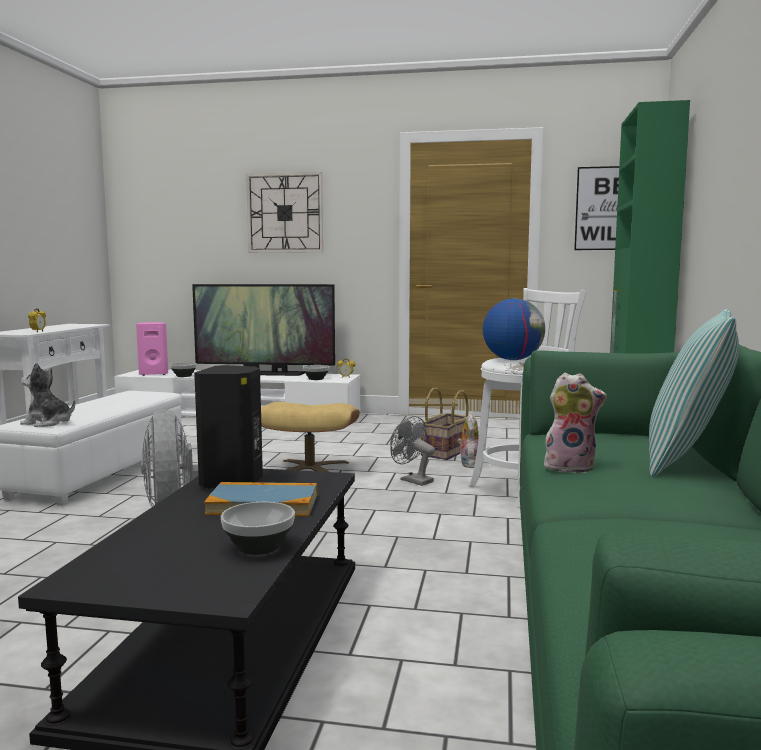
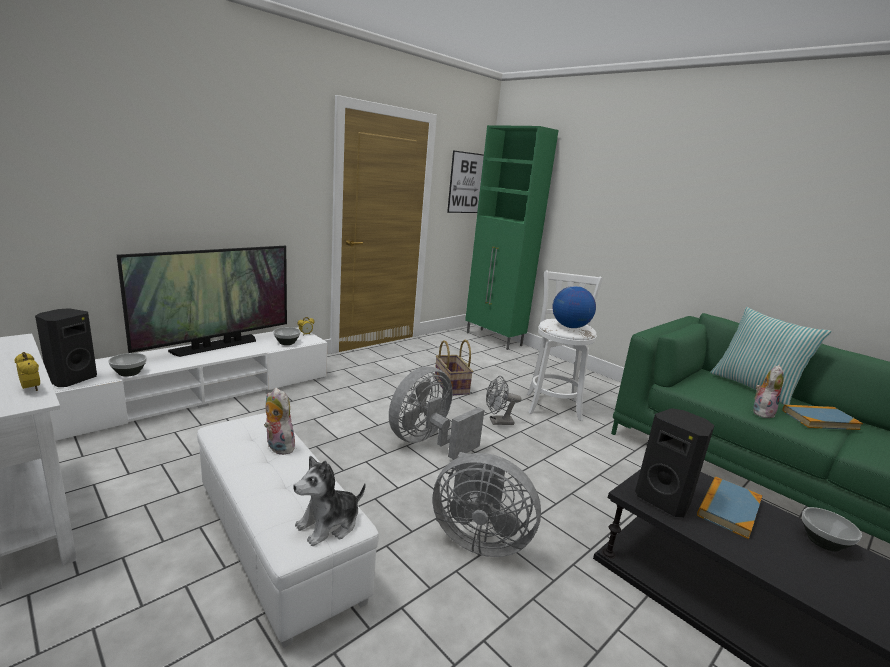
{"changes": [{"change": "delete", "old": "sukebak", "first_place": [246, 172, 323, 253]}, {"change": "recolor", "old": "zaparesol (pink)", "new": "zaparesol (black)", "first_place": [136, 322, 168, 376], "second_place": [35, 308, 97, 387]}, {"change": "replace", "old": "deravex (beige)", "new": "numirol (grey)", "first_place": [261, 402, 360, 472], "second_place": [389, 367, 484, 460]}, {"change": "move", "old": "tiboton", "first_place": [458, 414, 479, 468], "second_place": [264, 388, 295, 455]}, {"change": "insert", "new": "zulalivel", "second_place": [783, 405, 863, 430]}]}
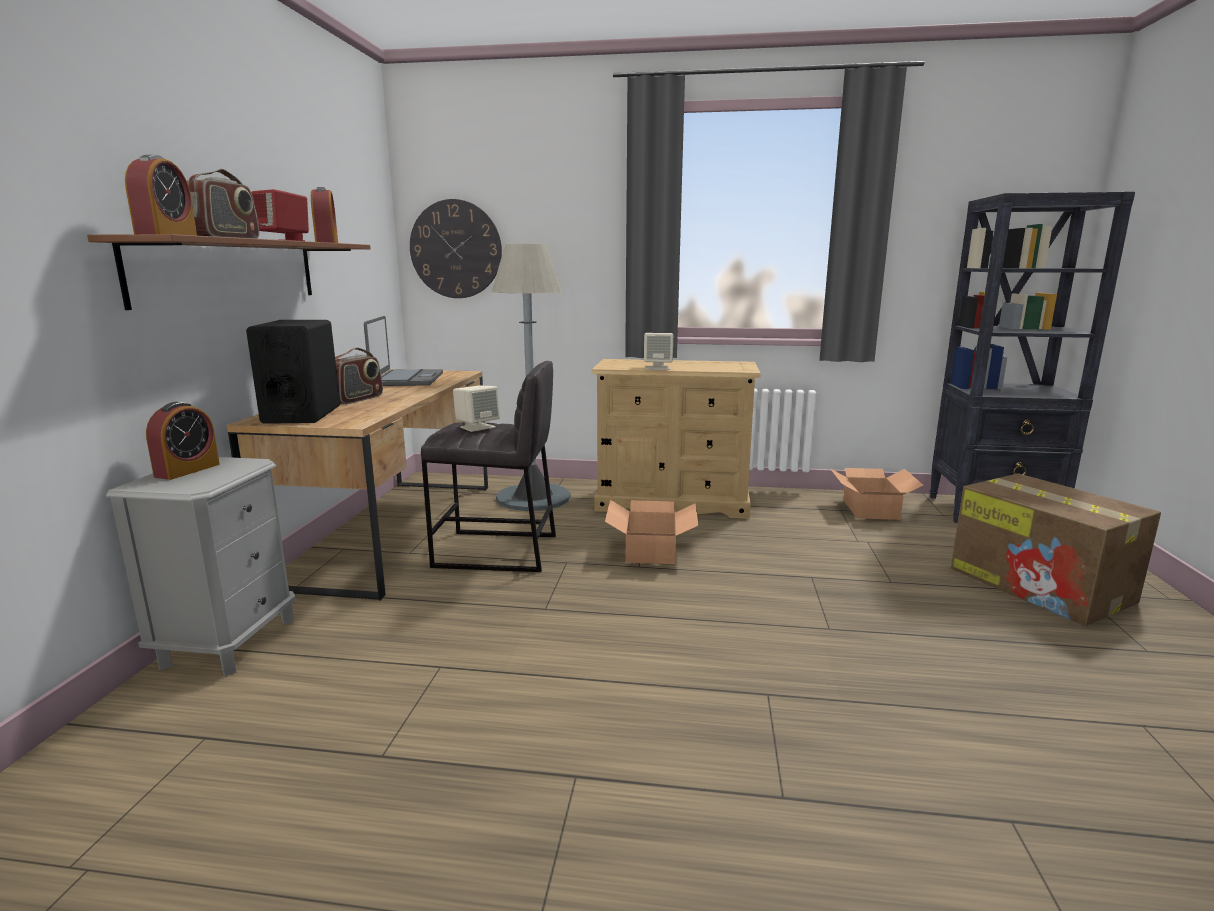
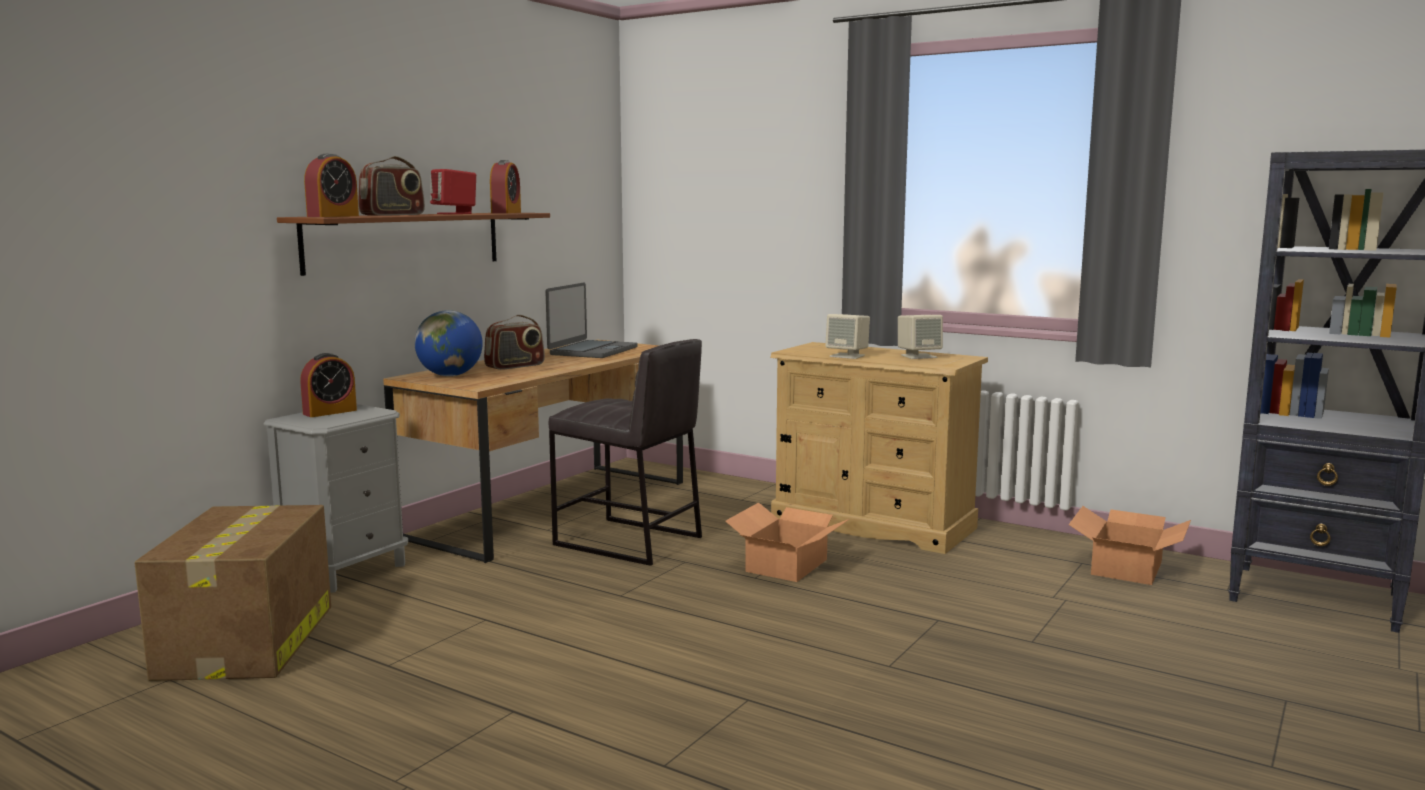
{"changes": [{"change": "delete", "old": "sukebak", "first_place": [410, 199, 502, 298]}, {"change": "delete", "old": "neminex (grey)", "first_place": [492, 244, 571, 511]}, {"change": "replace", "old": "zaparesol (black)", "new": "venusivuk", "first_place": [246, 320, 340, 424], "second_place": [414, 310, 483, 376]}, {"change": "move", "old": "zaparesol (beige)", "first_place": [453, 385, 500, 432], "second_place": [898, 315, 943, 359]}, {"change": "move", "old": "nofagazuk", "first_place": [951, 473, 1161, 626], "second_place": [135, 505, 331, 681]}]}
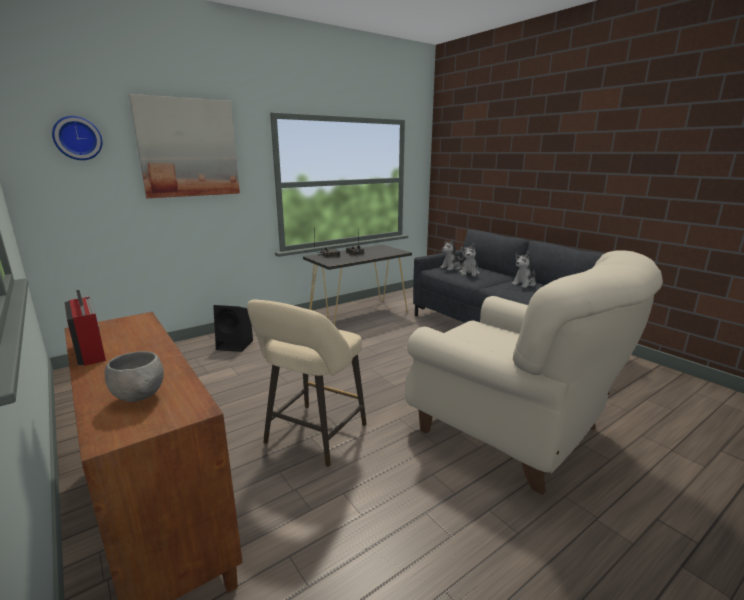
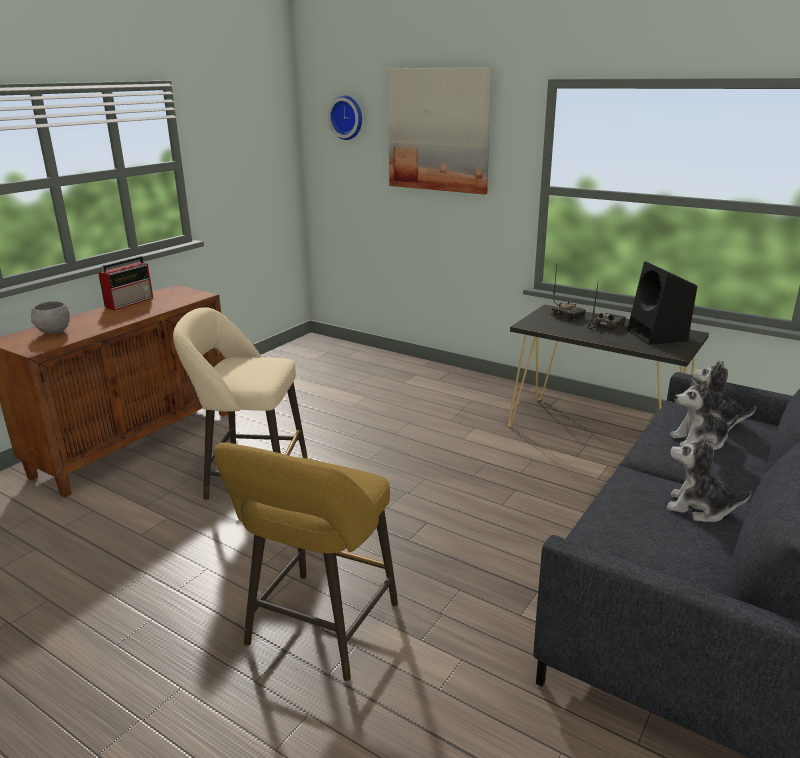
{"changes": [{"change": "replace", "old": "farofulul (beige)", "new": "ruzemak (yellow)", "first_place": [405, 250, 663, 495], "second_place": [214, 442, 398, 681]}, {"change": "move", "old": "zaparesol (black)", "first_place": [213, 305, 253, 352], "second_place": [627, 261, 697, 345]}]}
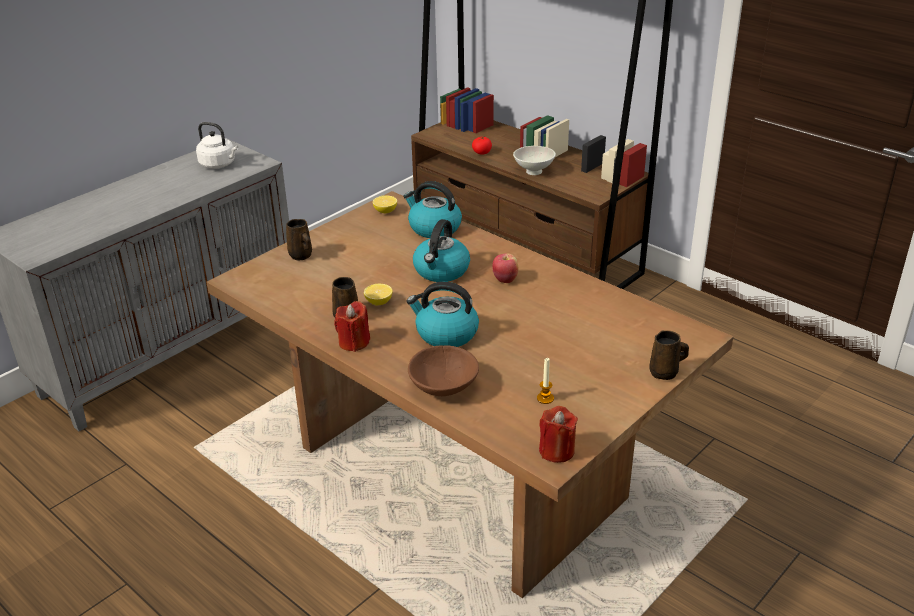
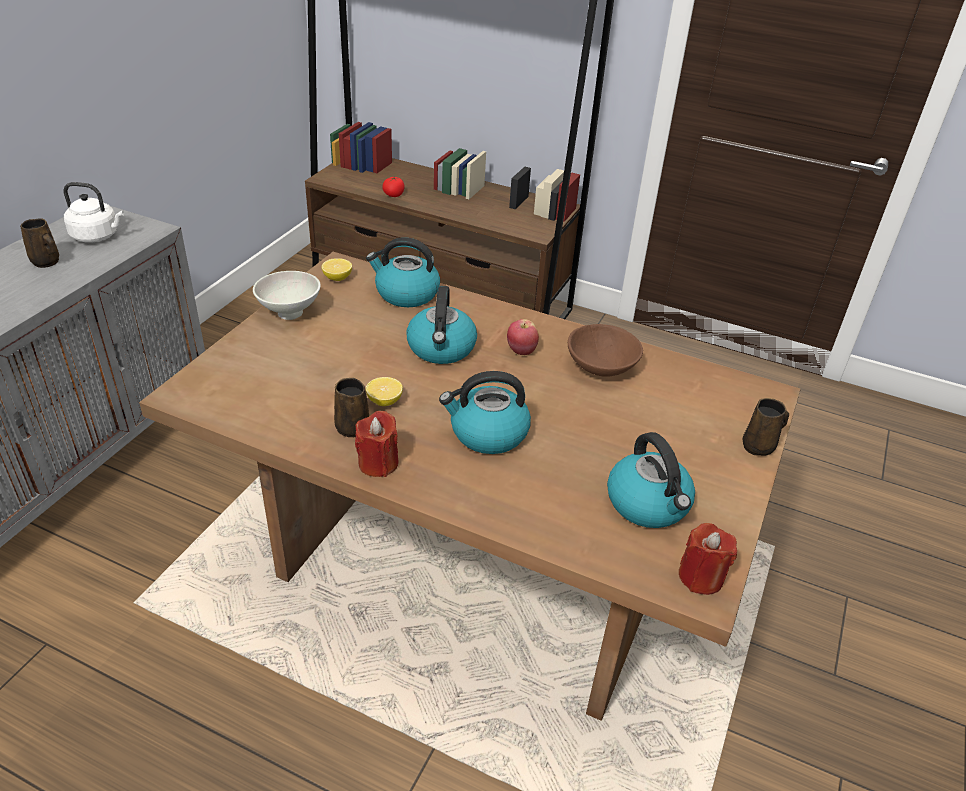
{"changes": [{"change": "move", "old": "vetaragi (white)", "first_place": [513, 146, 556, 175], "second_place": [253, 271, 321, 320]}, {"change": "move", "old": "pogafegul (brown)", "first_place": [286, 219, 312, 260], "second_place": [20, 219, 59, 268]}, {"change": "move", "old": "vetaragi (brown)", "first_place": [408, 345, 479, 396], "second_place": [568, 324, 643, 377]}, {"change": "replace", "old": "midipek", "new": "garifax", "first_place": [537, 358, 554, 404], "second_place": [607, 432, 695, 528]}]}
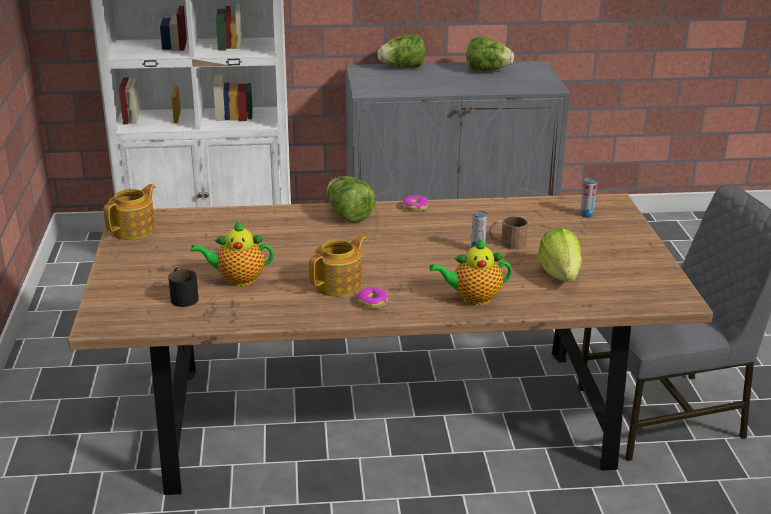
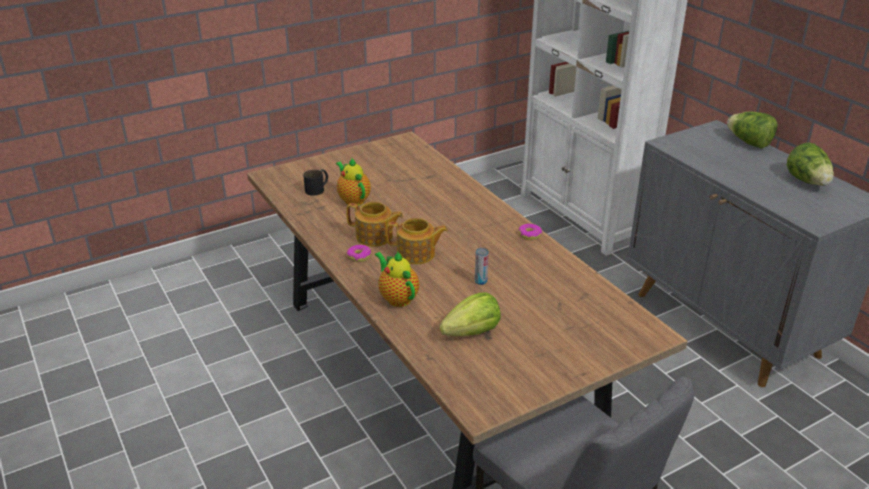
{"changes": [{"change": "delete", "old": "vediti", "first_place": [327, 176, 376, 223]}, {"change": "delete", "old": "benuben", "first_place": [580, 178, 597, 218]}, {"change": "move", "old": "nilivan", "first_place": [104, 184, 156, 240], "second_place": [387, 218, 448, 265]}, {"change": "delete", "old": "pogafegul (brown)", "first_place": [489, 216, 528, 250]}]}
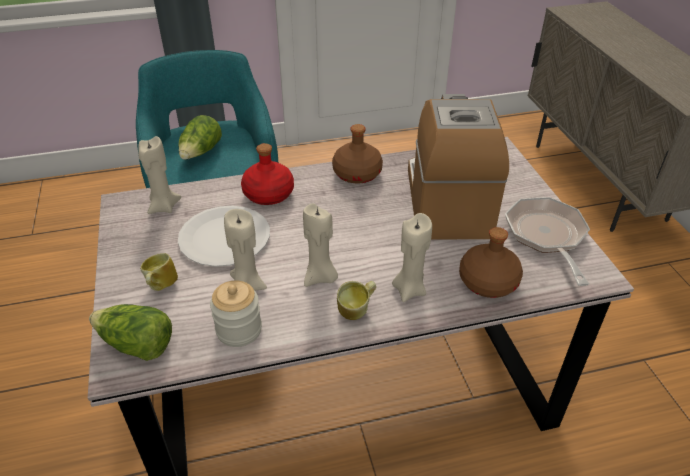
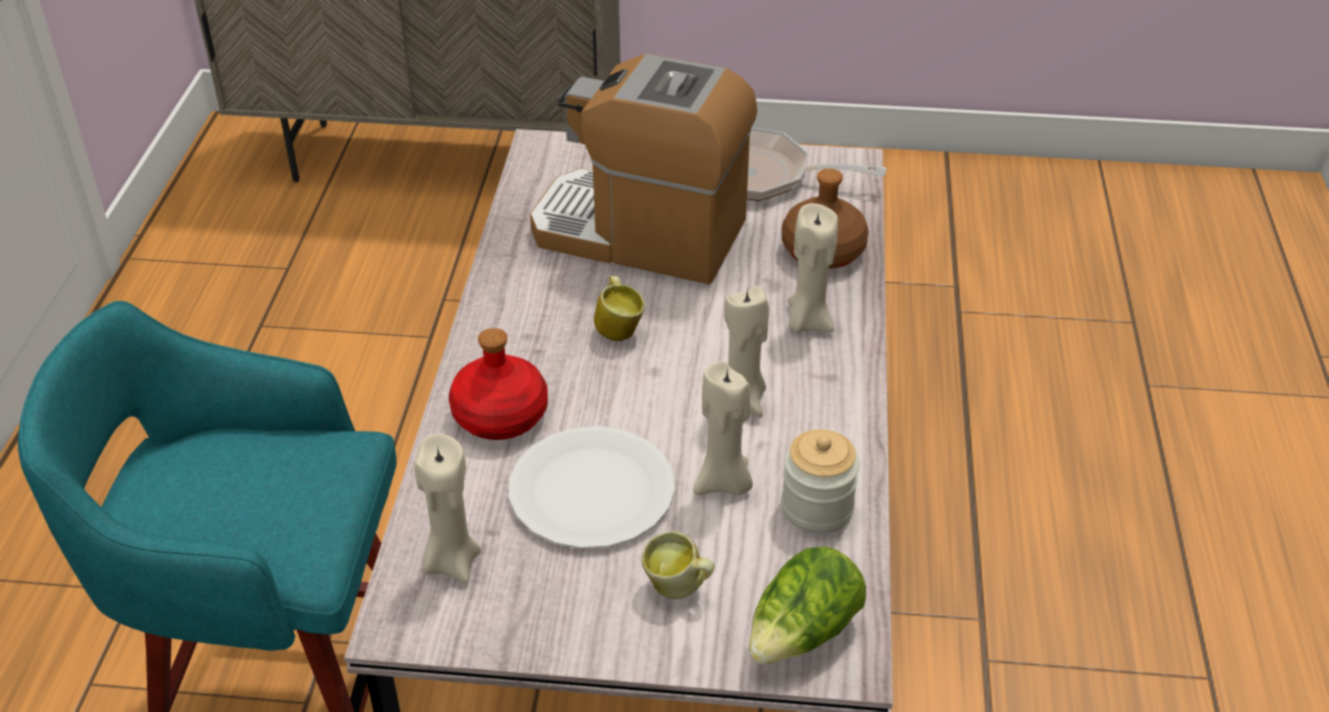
{"changes": [{"change": "delete", "old": "vediti", "first_place": [178, 115, 222, 159]}, {"change": "delete", "old": "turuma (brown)", "first_place": [332, 124, 383, 184]}, {"change": "move", "old": "pogafegul", "first_place": [337, 281, 376, 320], "second_place": [594, 276, 645, 341]}]}
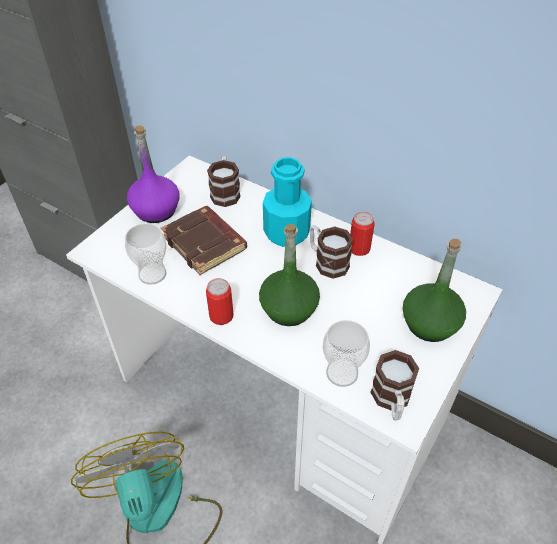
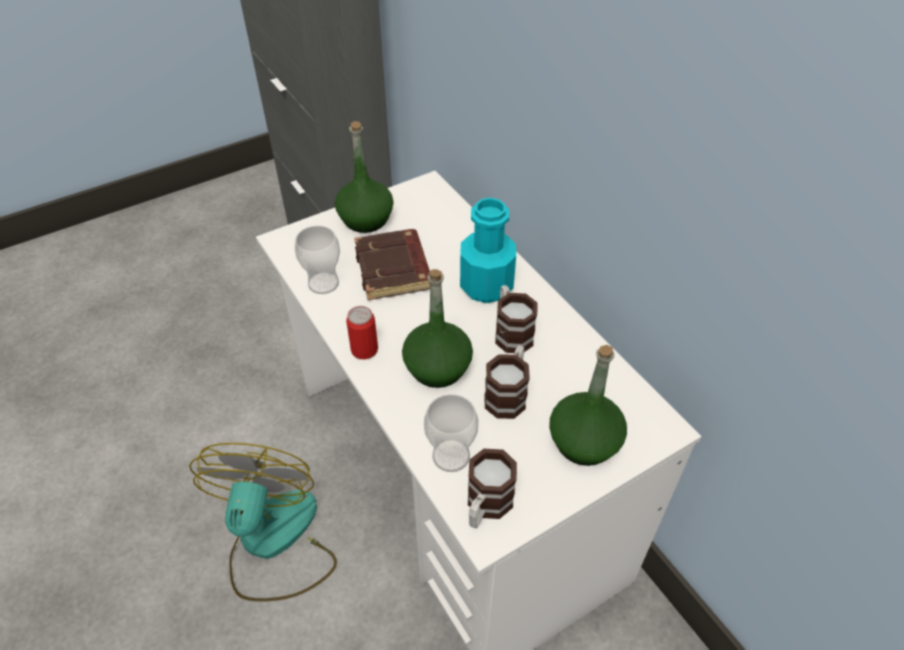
{"changes": [{"change": "recolor", "old": "turuma (purple)", "new": "turuma (green)", "first_place": [127, 125, 179, 223], "second_place": [335, 121, 393, 233]}, {"change": "move", "old": "pogafegul", "first_place": [207, 156, 241, 207], "second_place": [484, 346, 530, 419]}, {"change": "delete", "old": "benuben", "first_place": [350, 212, 374, 256]}]}
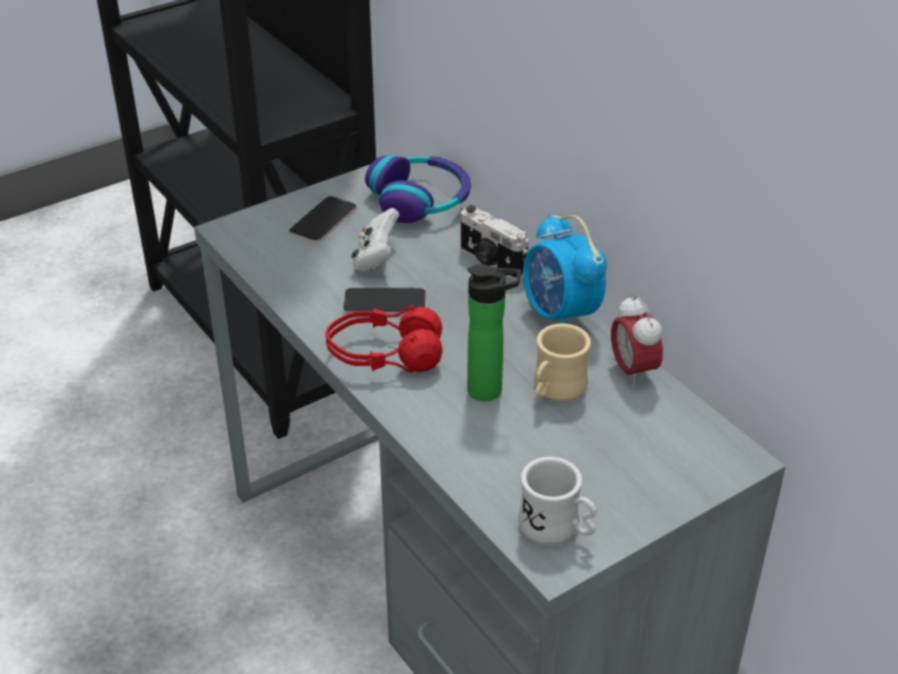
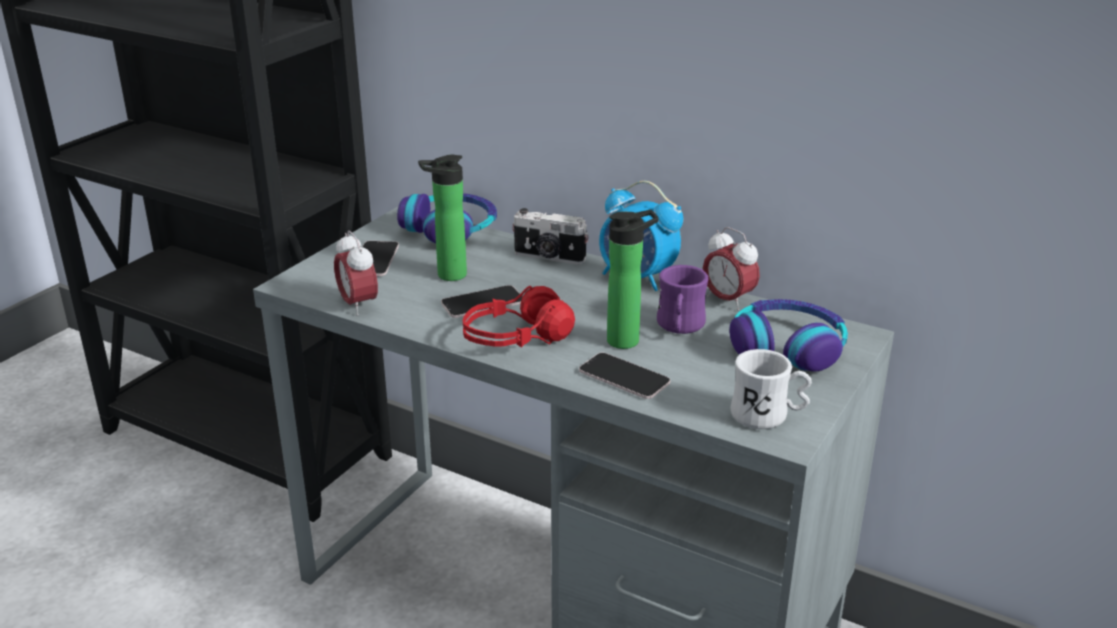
{"changes": [{"change": "replace", "old": "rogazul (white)", "new": "turuma", "first_place": [351, 208, 399, 272], "second_place": [418, 155, 467, 281]}, {"change": "recolor", "old": "pogafegul (beige)", "new": "pogafegul (purple)", "first_place": [534, 324, 591, 401], "second_place": [657, 265, 708, 334]}, {"change": "insert", "new": "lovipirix", "second_place": [334, 231, 378, 316]}, {"change": "insert", "new": "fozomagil", "second_place": [729, 299, 848, 372]}, {"change": "insert", "new": "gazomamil", "second_place": [579, 353, 671, 399]}]}
